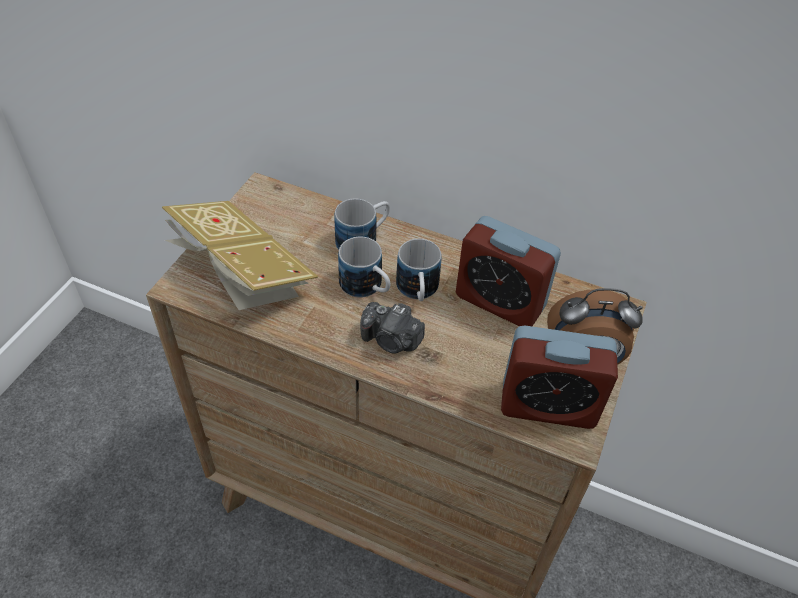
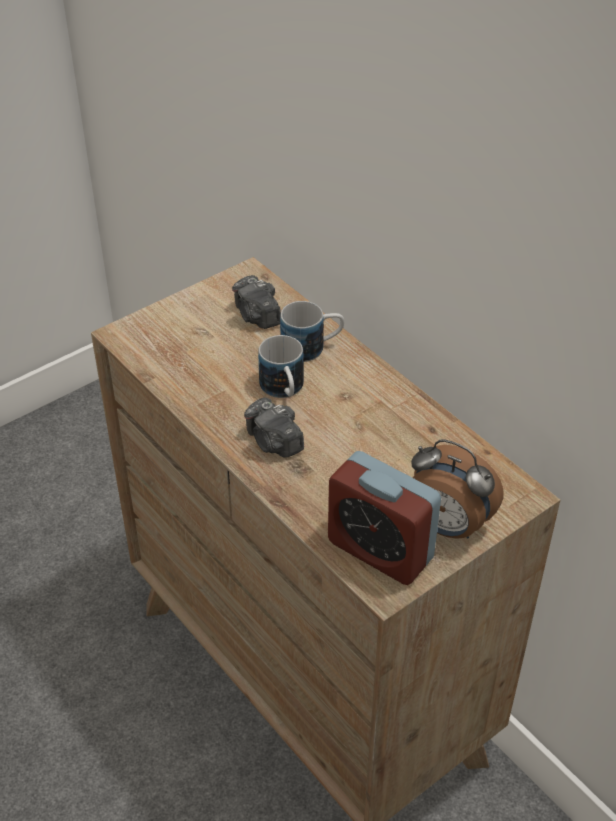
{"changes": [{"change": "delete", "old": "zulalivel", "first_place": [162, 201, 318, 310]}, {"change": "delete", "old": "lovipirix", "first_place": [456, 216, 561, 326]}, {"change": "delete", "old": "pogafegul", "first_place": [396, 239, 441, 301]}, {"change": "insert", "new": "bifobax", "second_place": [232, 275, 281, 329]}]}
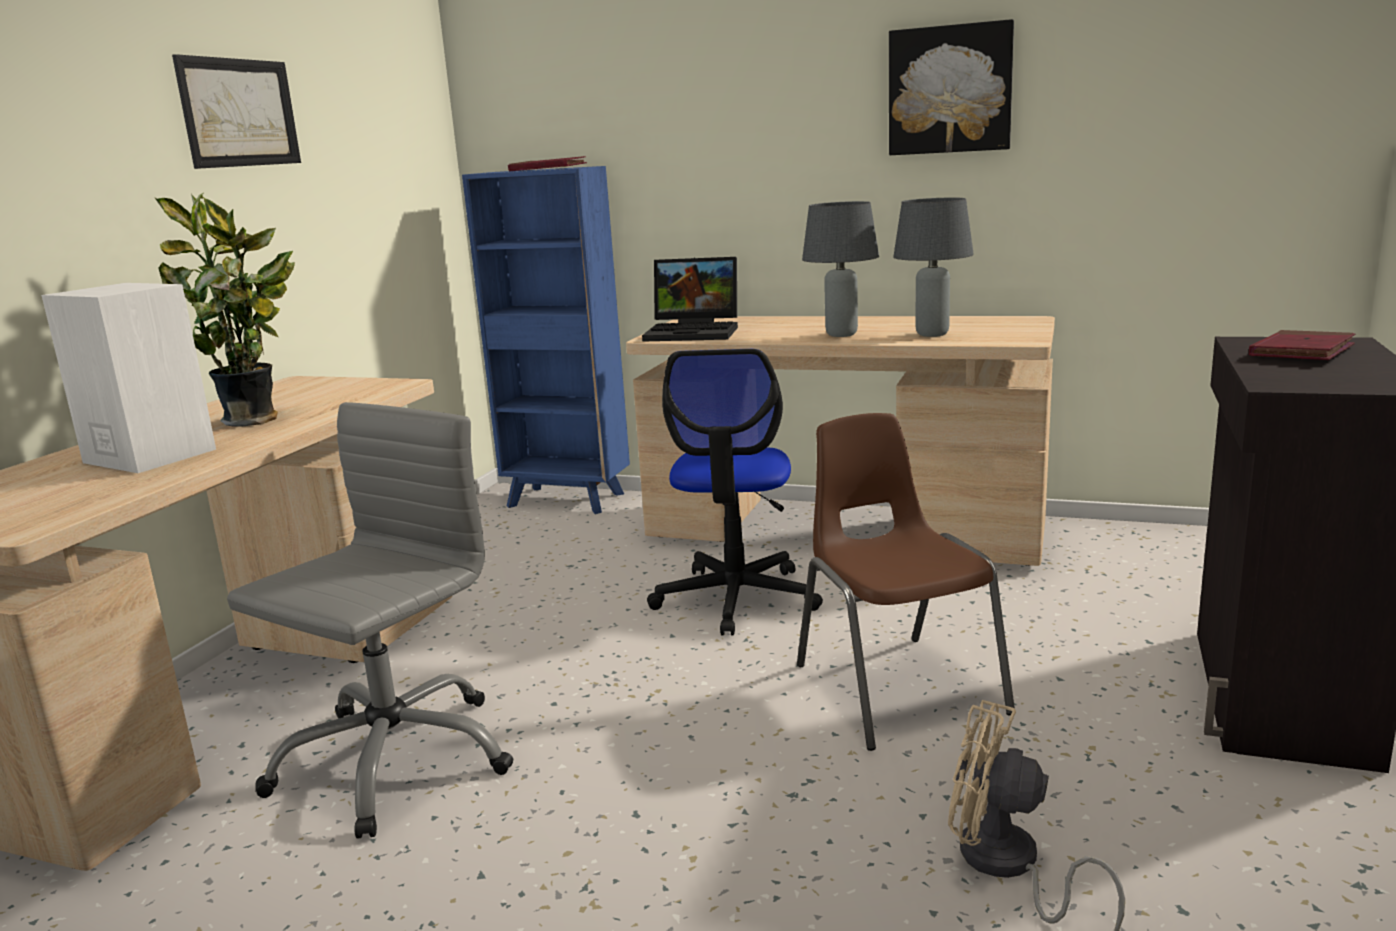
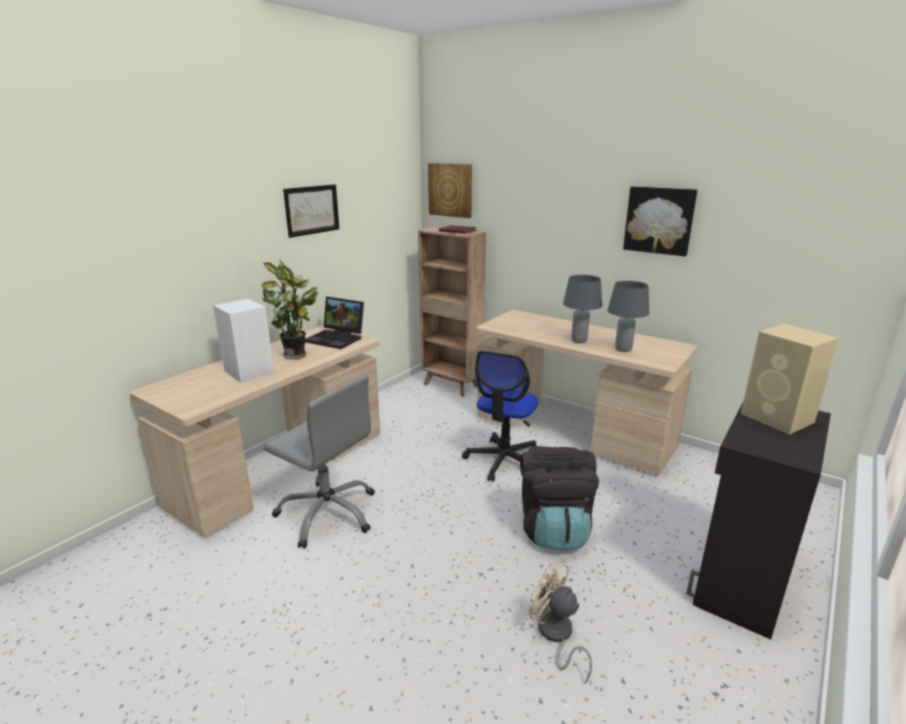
{"changes": [{"change": "recolor", "old": "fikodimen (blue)", "new": "fikodimen (brown)", "first_place": [462, 166, 630, 514], "second_place": [418, 227, 486, 397]}, {"change": "move", "old": "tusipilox", "first_place": [642, 257, 738, 342], "second_place": [305, 297, 364, 349]}, {"change": "replace", "old": "zulalivel (red)", "new": "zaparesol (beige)", "first_place": [1249, 330, 1355, 360], "second_place": [741, 324, 839, 434]}, {"change": "rotate", "old": "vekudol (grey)", "first_place": [227, 402, 514, 839], "second_place": [264, 375, 375, 548], "degrees": 75}, {"change": "replace", "old": "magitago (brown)", "new": "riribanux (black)", "first_place": [797, 413, 1015, 751], "second_place": [520, 446, 599, 550]}, {"change": "insert", "new": "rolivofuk", "second_place": [428, 163, 472, 218]}]}
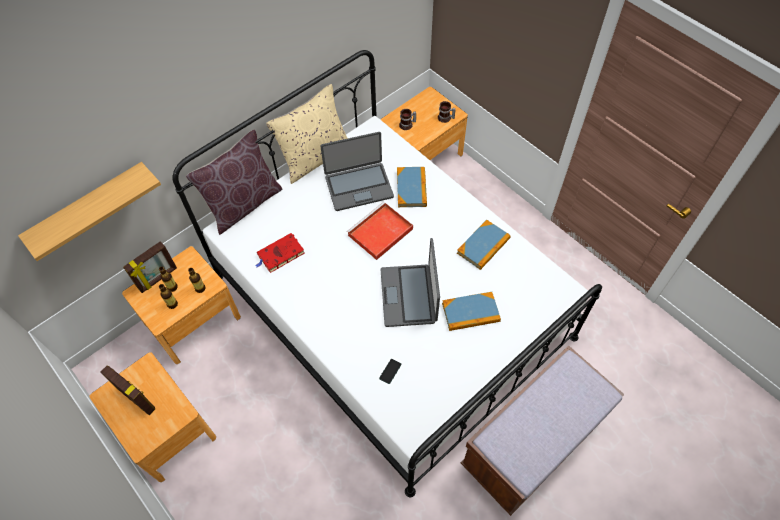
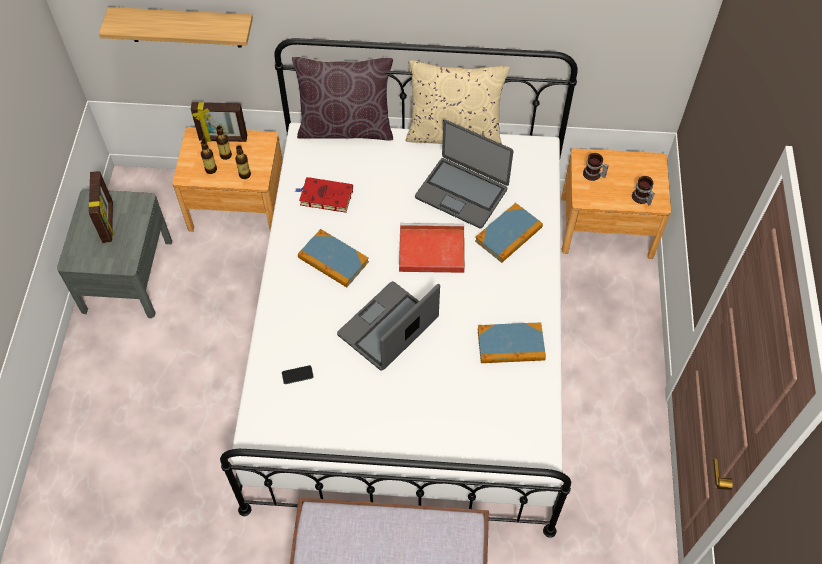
{"changes": [{"change": "move", "old": "zulalivel", "first_place": [442, 292, 501, 331], "second_place": [298, 229, 369, 287]}, {"change": "recolor", "old": "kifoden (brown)", "new": "kifoden (grey)", "first_place": [90, 352, 216, 482], "second_place": [57, 189, 172, 318]}]}
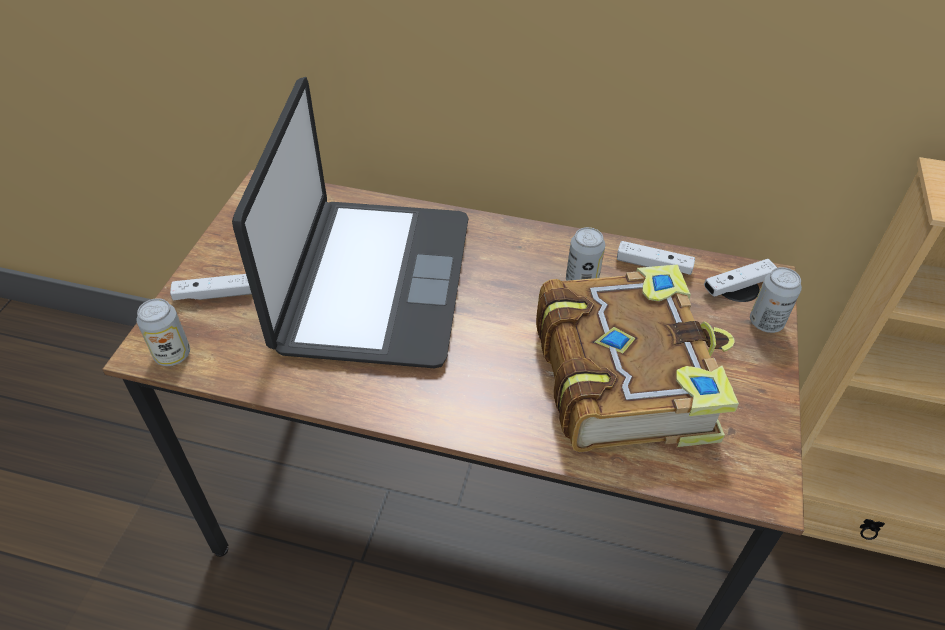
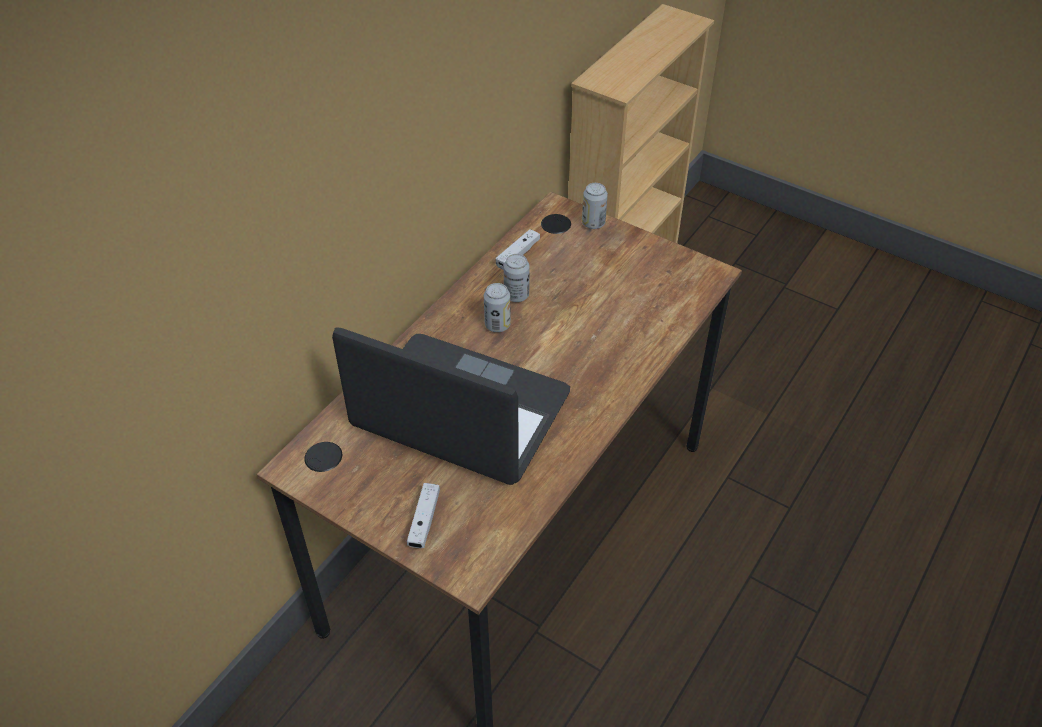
{"changes": [{"change": "delete", "old": "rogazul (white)", "first_place": [704, 259, 777, 297]}, {"change": "delete", "old": "zulalivel", "first_place": [536, 264, 739, 452]}, {"change": "move", "old": "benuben", "first_place": [137, 298, 190, 366], "second_place": [484, 283, 511, 332]}]}
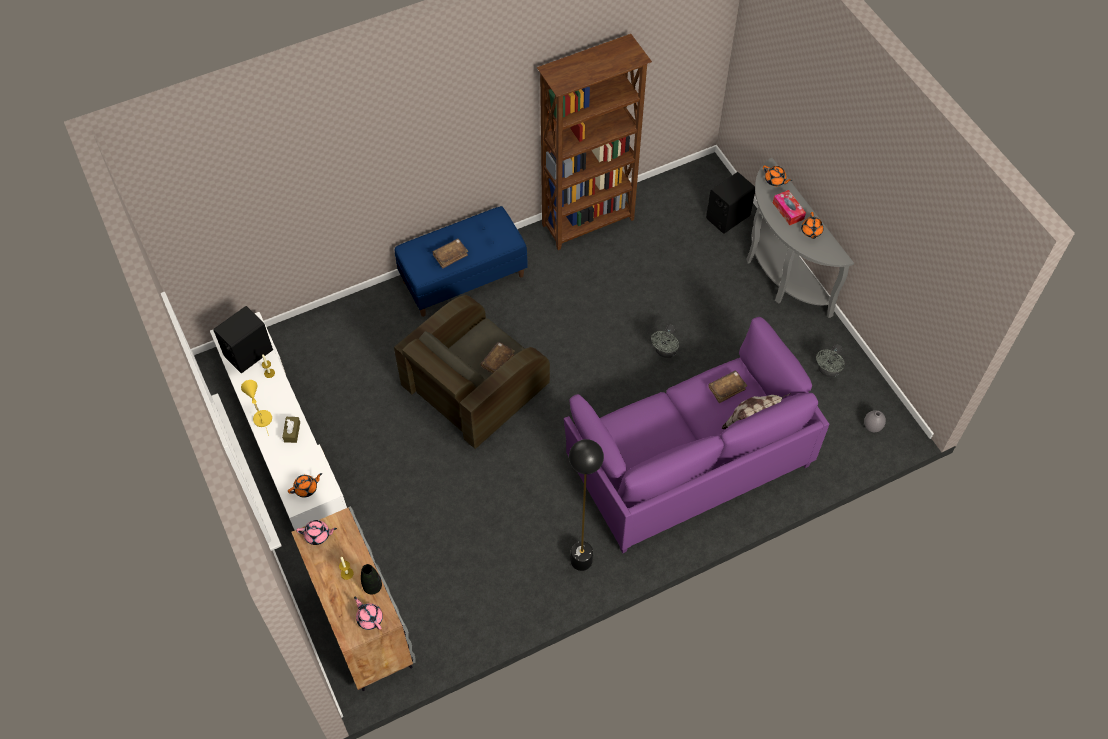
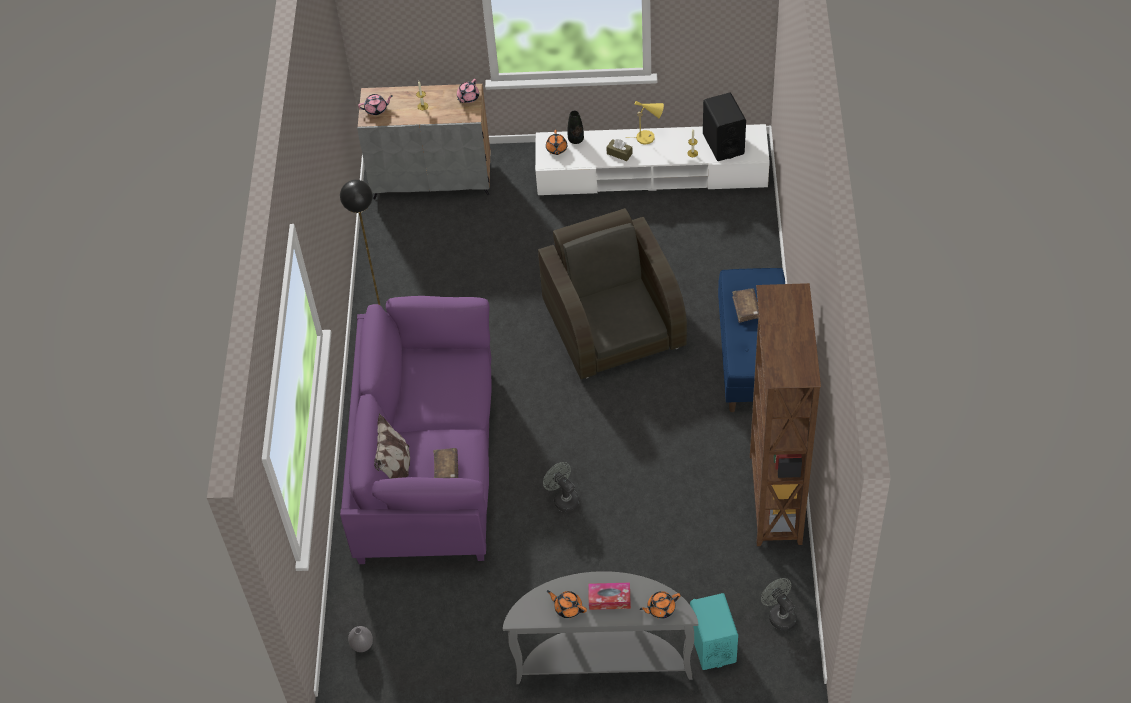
{"changes": [{"change": "recolor", "old": "zaparesol (black)", "new": "zaparesol (turquoise)", "first_place": [706, 172, 755, 234], "second_place": [690, 593, 738, 670]}, {"change": "delete", "old": "zulalivel (brown)", "first_place": [481, 342, 515, 374]}, {"change": "move", "old": "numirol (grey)", "first_place": [816, 344, 845, 378], "second_place": [761, 578, 796, 630]}, {"change": "move", "old": "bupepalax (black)", "first_place": [361, 564, 382, 595], "second_place": [567, 111, 584, 144]}]}
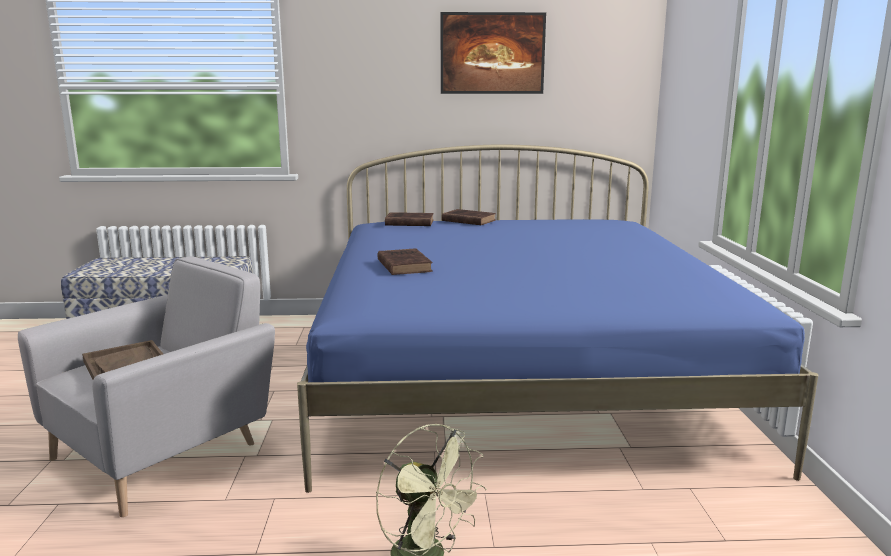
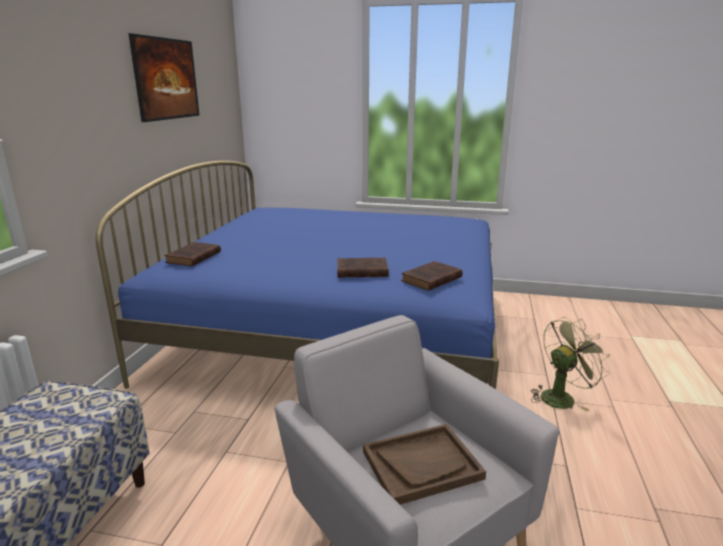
{"changes": [{"change": "move", "old": "zulalivel (brown)", "first_place": [442, 209, 496, 225], "second_place": [401, 261, 463, 291]}]}
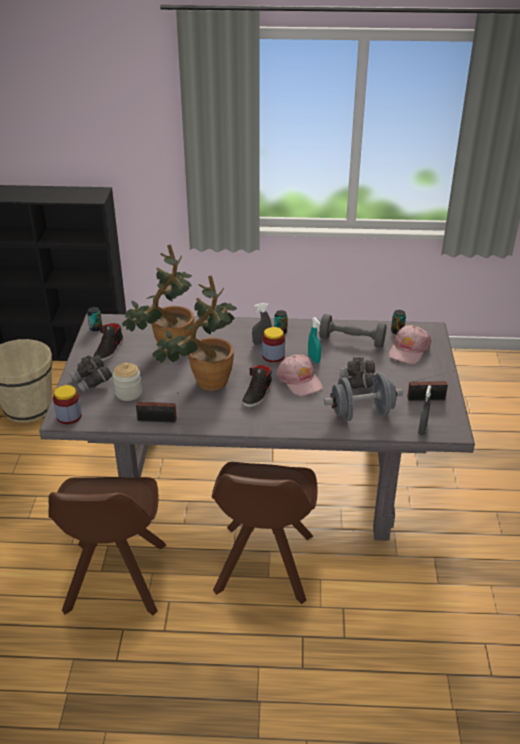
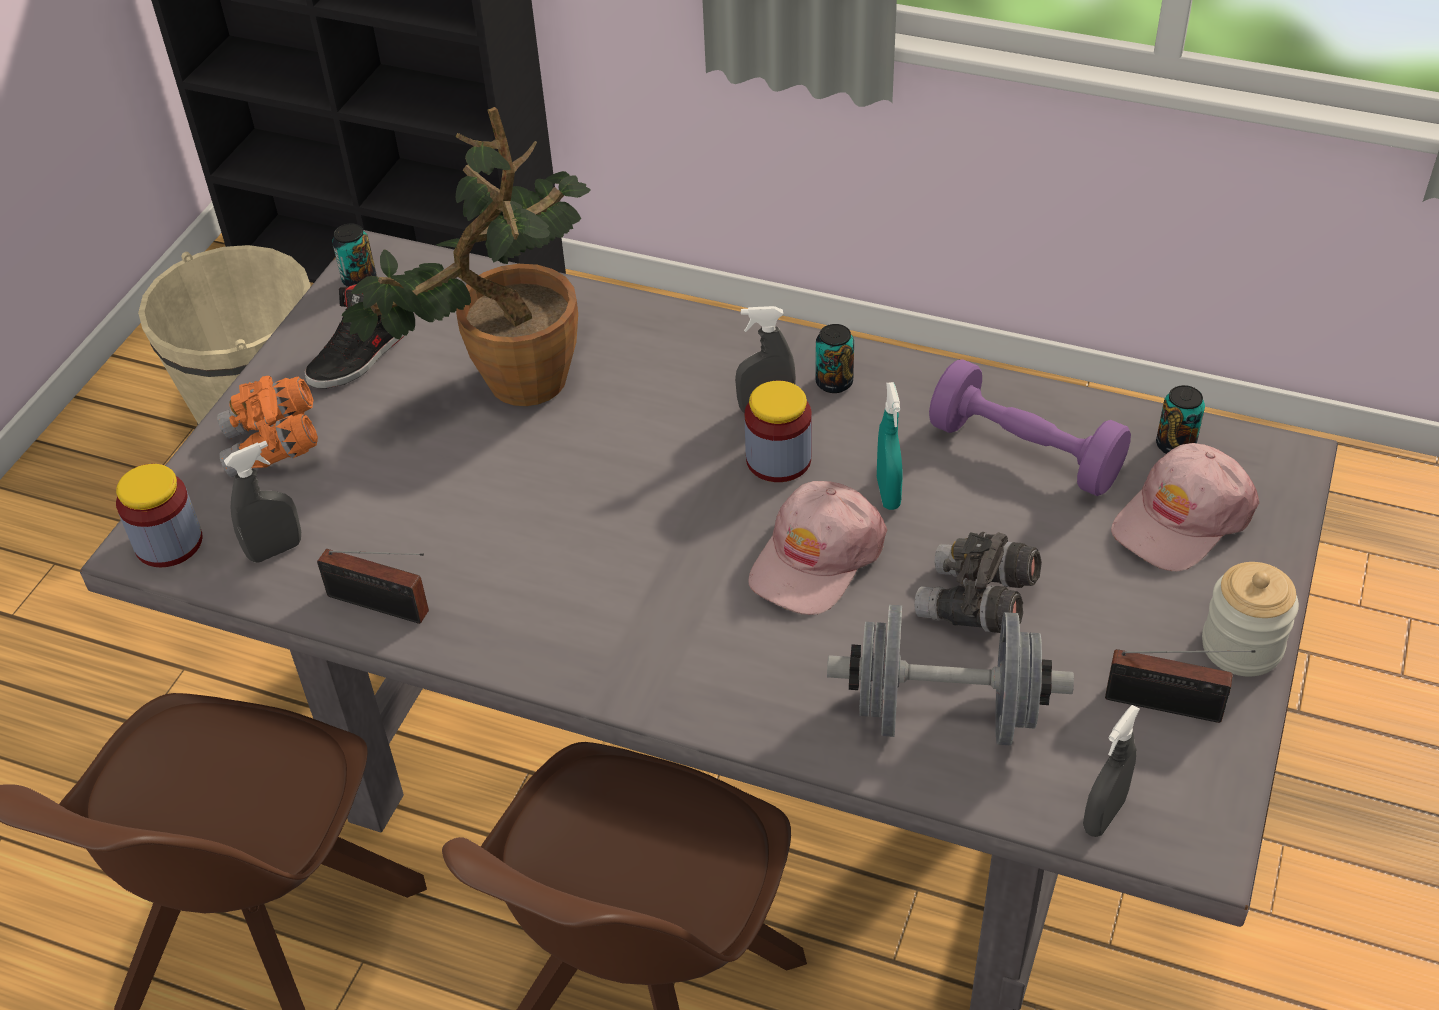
{"changes": [{"change": "delete", "old": "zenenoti", "first_place": [152, 275, 237, 391]}, {"change": "recolor", "old": "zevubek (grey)", "new": "zevubek (purple)", "first_place": [319, 314, 387, 348], "second_place": [929, 359, 1131, 496]}, {"change": "recolor", "old": "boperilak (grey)", "new": "boperilak (orange)", "first_place": [70, 355, 112, 393], "second_place": [217, 376, 318, 477]}, {"change": "rotate", "old": "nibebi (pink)", "first_place": [277, 355, 323, 396], "second_place": [748, 481, 887, 615], "degrees": 45}, {"change": "move", "old": "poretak", "first_place": [113, 363, 142, 401], "second_place": [1202, 562, 1299, 676]}, {"change": "delete", "old": "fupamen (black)", "first_place": [242, 365, 272, 407]}, {"change": "insert", "new": "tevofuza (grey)", "second_place": [224, 441, 301, 563]}]}
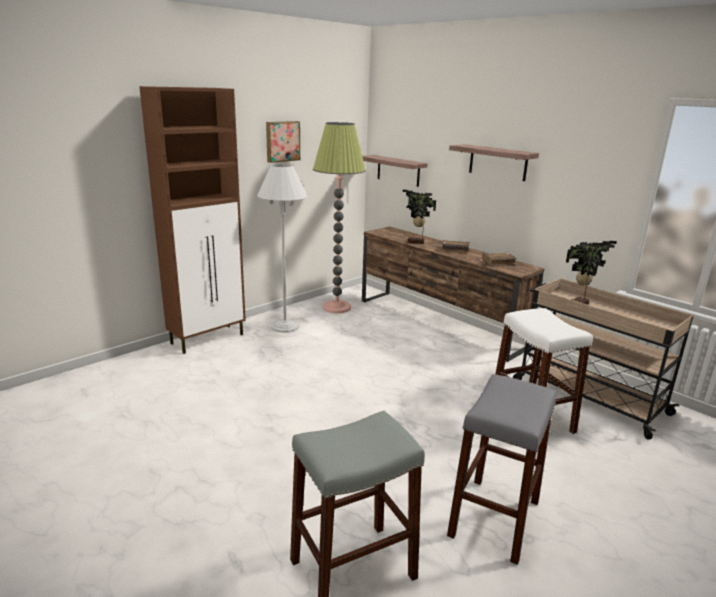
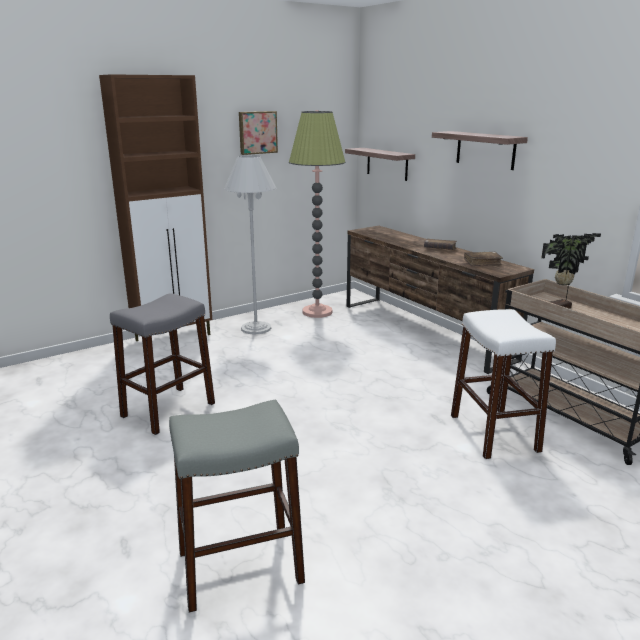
{"changes": [{"change": "delete", "old": "zenenoti", "first_place": [403, 190, 436, 244]}, {"change": "move", "old": "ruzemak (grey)", "first_place": [447, 374, 556, 565], "second_place": [110, 293, 215, 435]}]}
